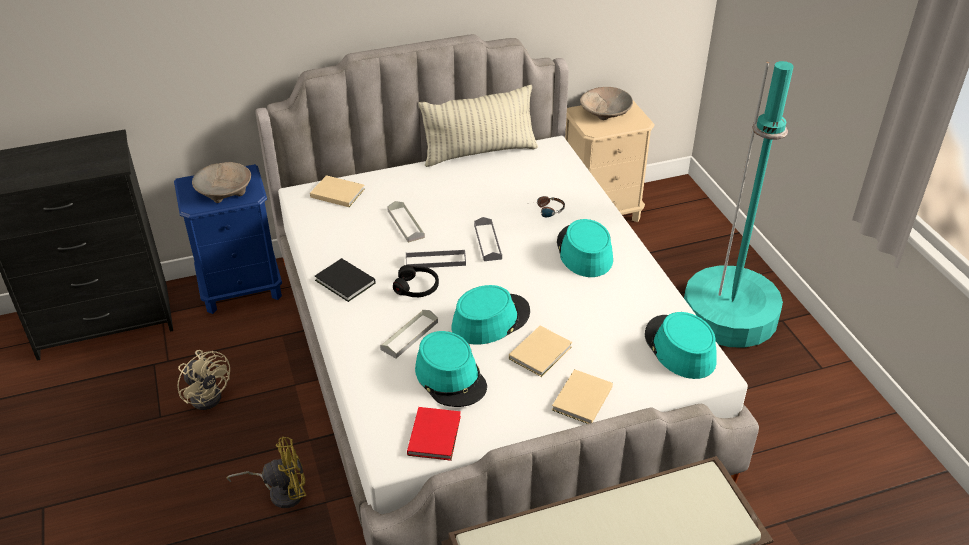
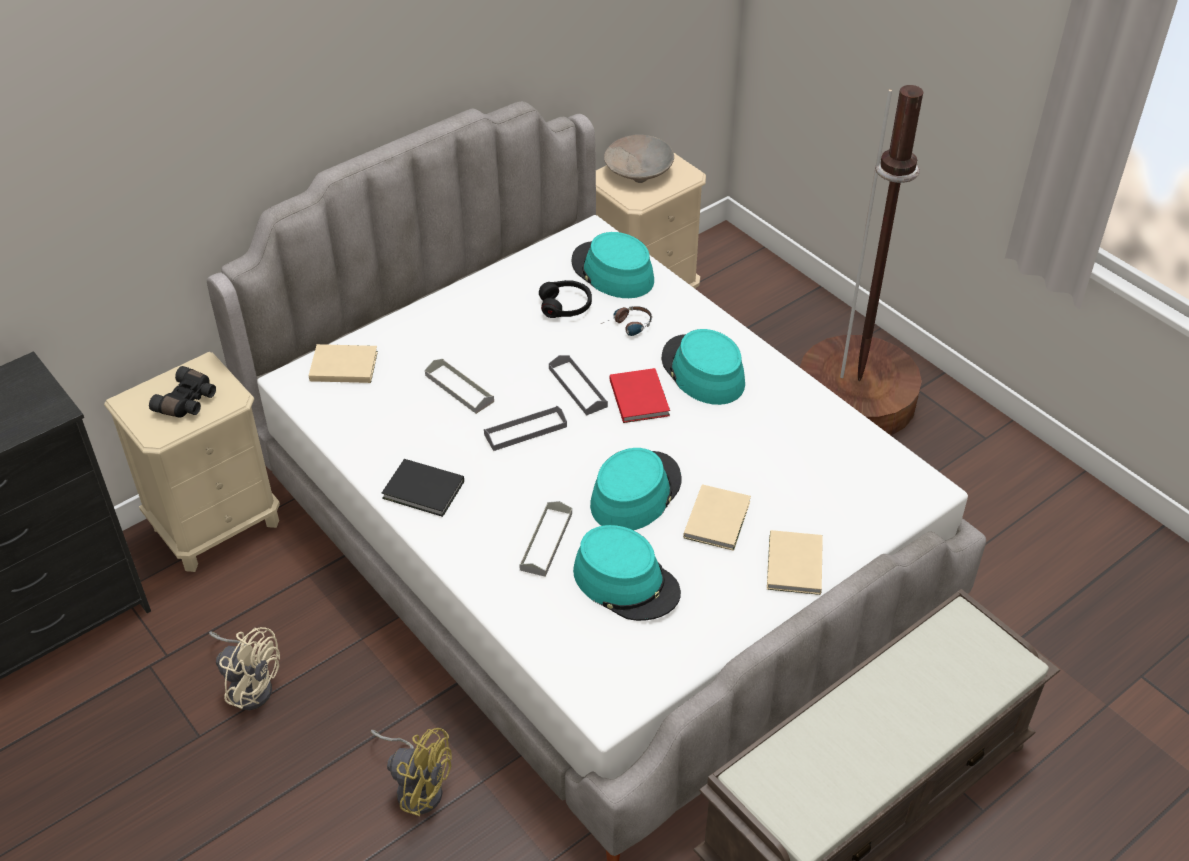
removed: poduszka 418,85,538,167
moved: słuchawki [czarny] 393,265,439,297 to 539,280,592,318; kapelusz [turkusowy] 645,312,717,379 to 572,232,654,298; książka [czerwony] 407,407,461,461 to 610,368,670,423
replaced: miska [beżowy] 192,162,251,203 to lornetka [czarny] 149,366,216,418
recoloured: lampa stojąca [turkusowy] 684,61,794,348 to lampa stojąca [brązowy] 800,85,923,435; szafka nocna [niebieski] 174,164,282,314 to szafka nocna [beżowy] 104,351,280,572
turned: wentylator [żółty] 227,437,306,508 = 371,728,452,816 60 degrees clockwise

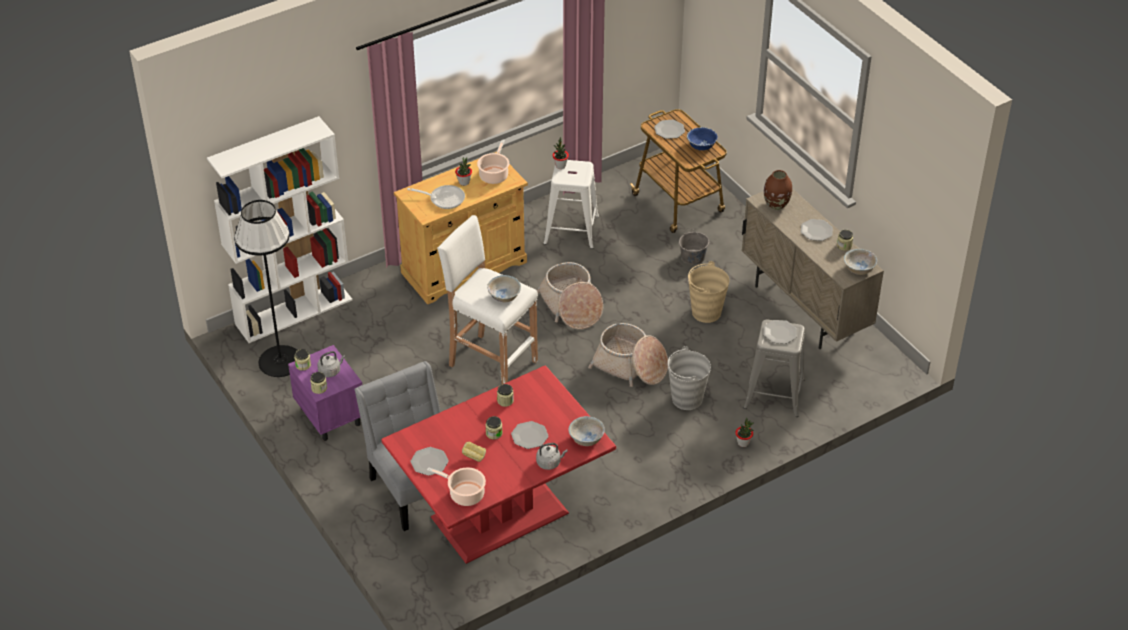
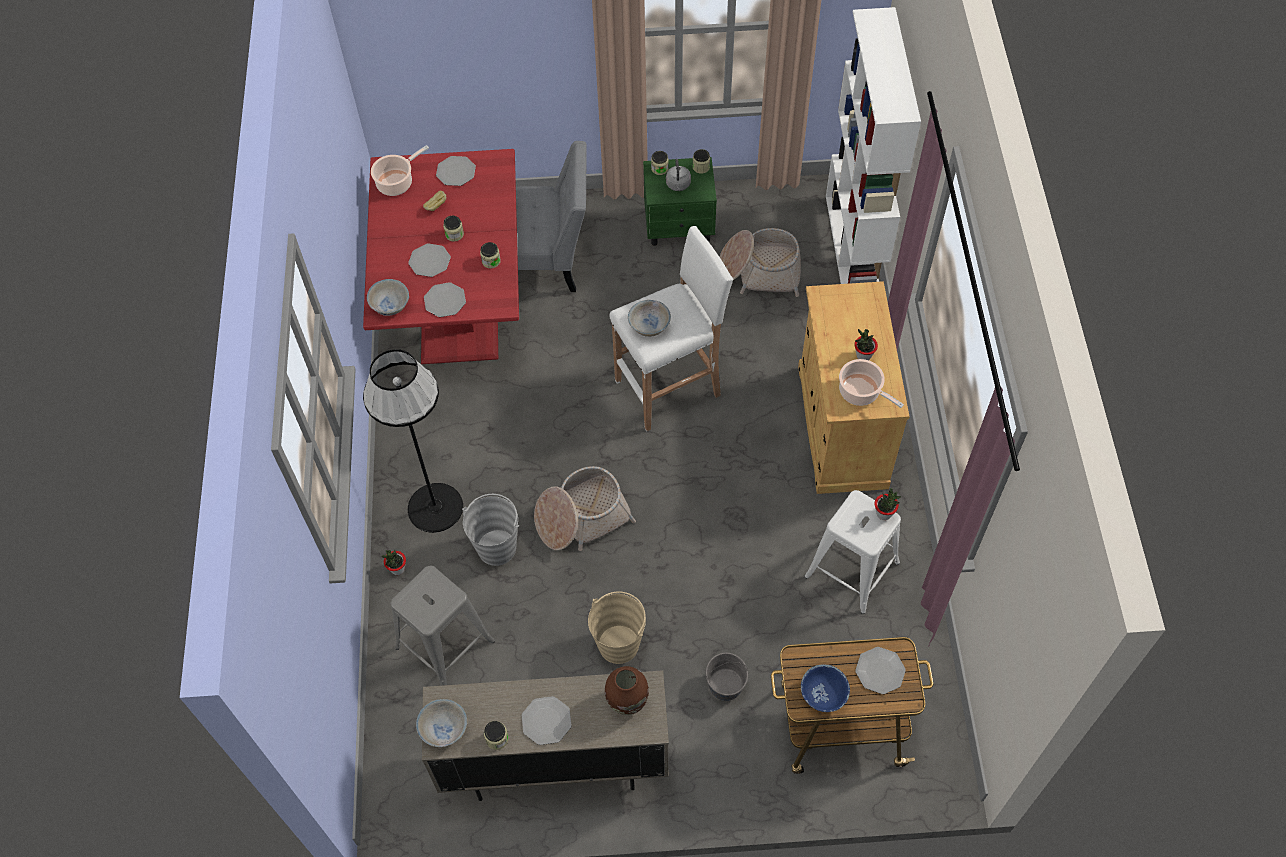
removed: patelnia 407,185,465,209; czajnik [szary] 536,443,568,470
moved: lampa stojąca [czarny] 234,200,297,377 to 363,349,463,533; koszyk 537,262,603,329 to 720,228,801,297; talerz 764,320,797,344 to 424,282,466,317
recoloured: szafka nocna [fioletowy] 288,345,362,441 to szafka nocna [zielony] 643,157,717,246

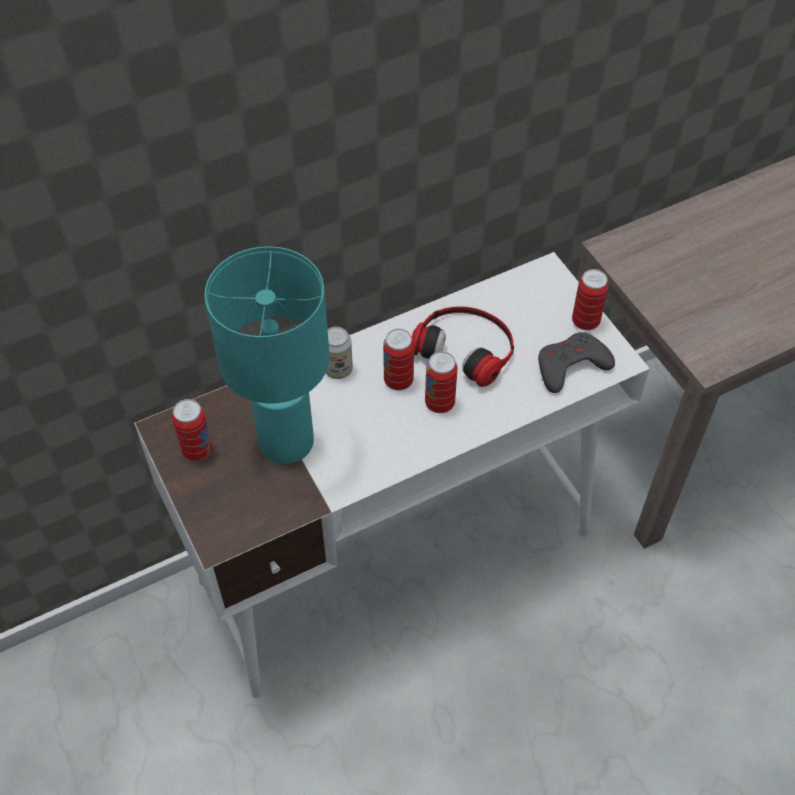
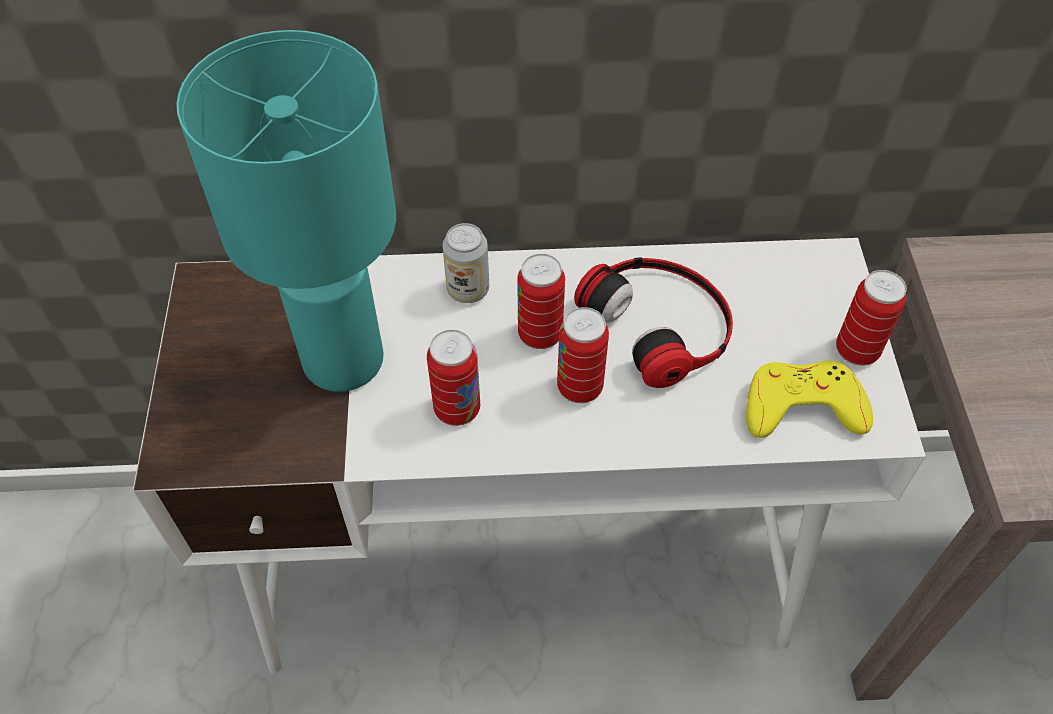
moved: puszka 172,399,212,461 to 427,330,480,426
recoloured: pad do gier [szary] 538,332,615,393 to pad do gier [żółty] 746,361,873,438

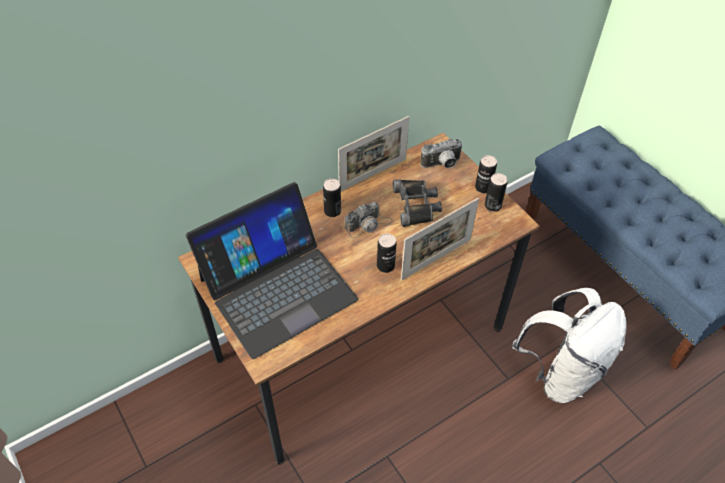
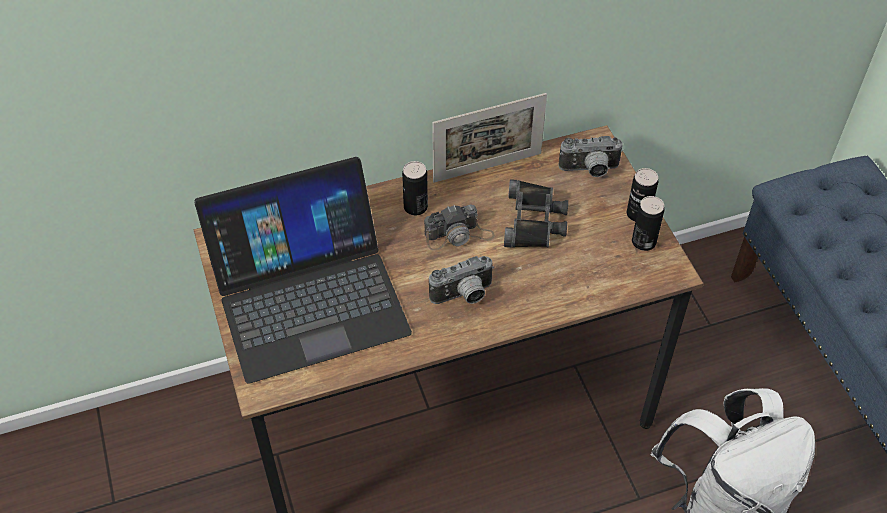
removed: ramka na zdjęcie 401,198,479,280
replaced: puszka 377,233,397,273 to aparat fotograficzny 429,256,495,304

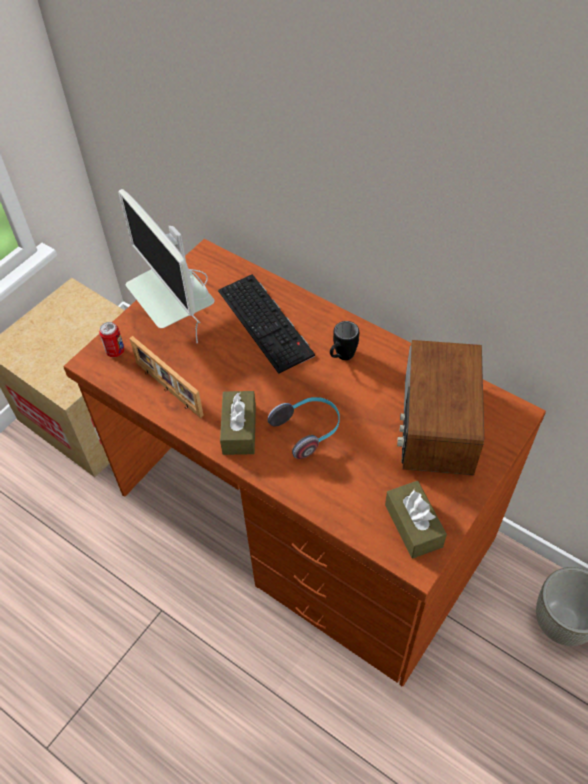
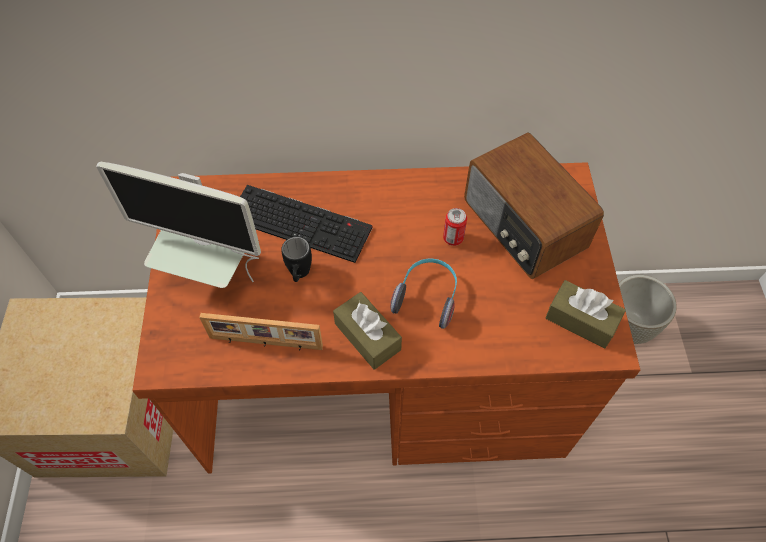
moved: kubek [czarny] 330,321,359,360 to 281,237,312,282; puszka 99,322,125,357 to 443,208,467,246

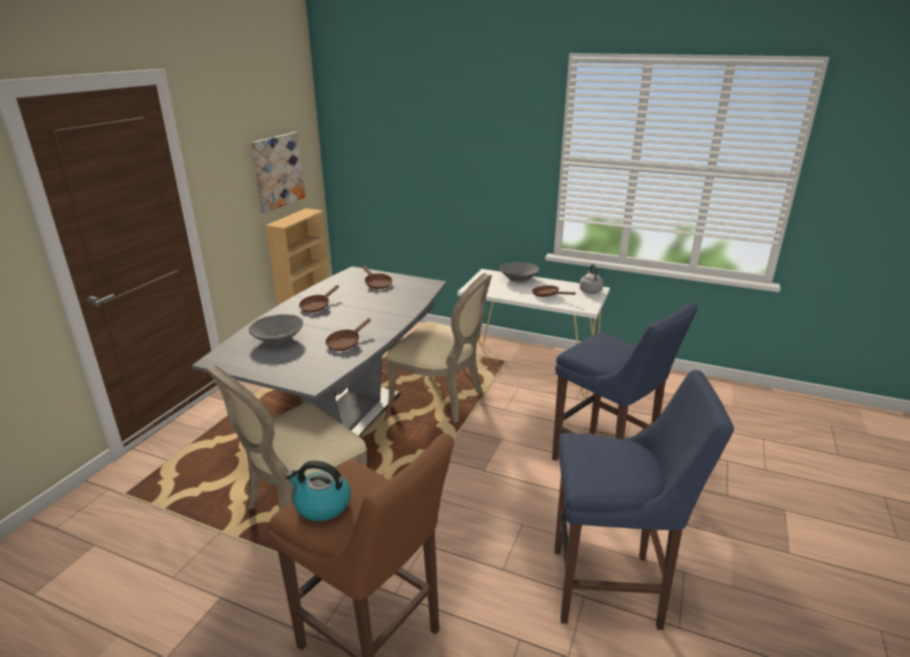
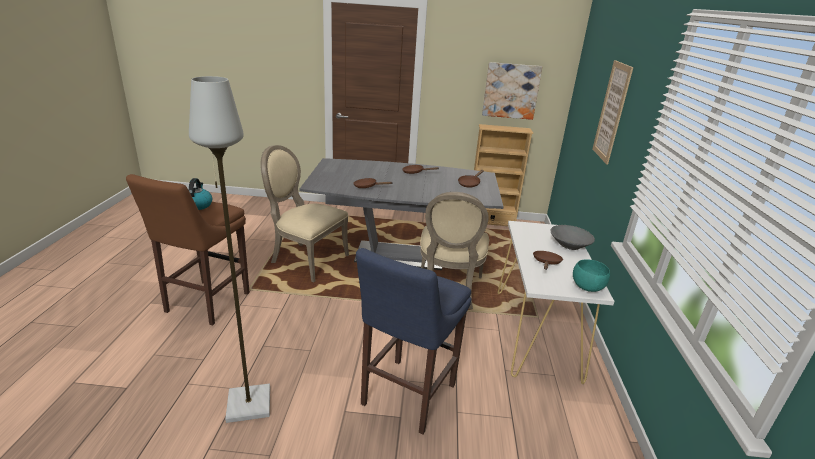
removed: miska [szary] 249,314,303,345
added: obraz 593,60,634,164
replaced: czajnik [szary] 580,264,603,294 to miska [turkusowy] 573,260,610,292; stołek [niebieski] 555,370,734,630 to lampa stojąca [szary] 189,76,270,423

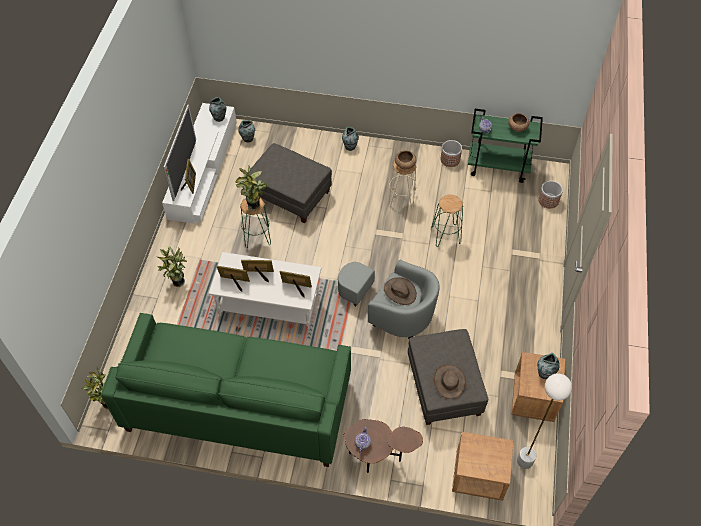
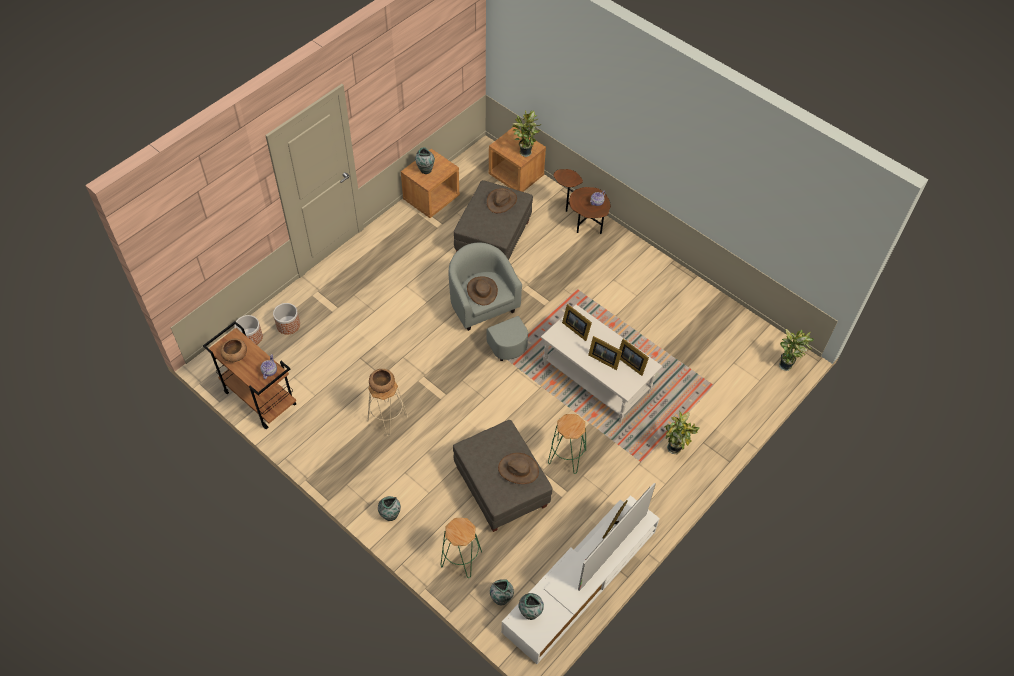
removed: kanapa [zielony] 101,313,351,467; lampa stojąca [biały] 517,373,572,469
added: kapelusz [brązowy] 498,453,539,484
moved: donica 440,140,462,167 to 273,303,300,335; roślina doniczkowa 235,166,267,211 to 512,110,541,157; stołek [zielony] 431,195,463,247 to 441,518,482,578
recoloured: wózek [zielony] 468,109,543,183 to wózek [brązowy] 203,321,296,429

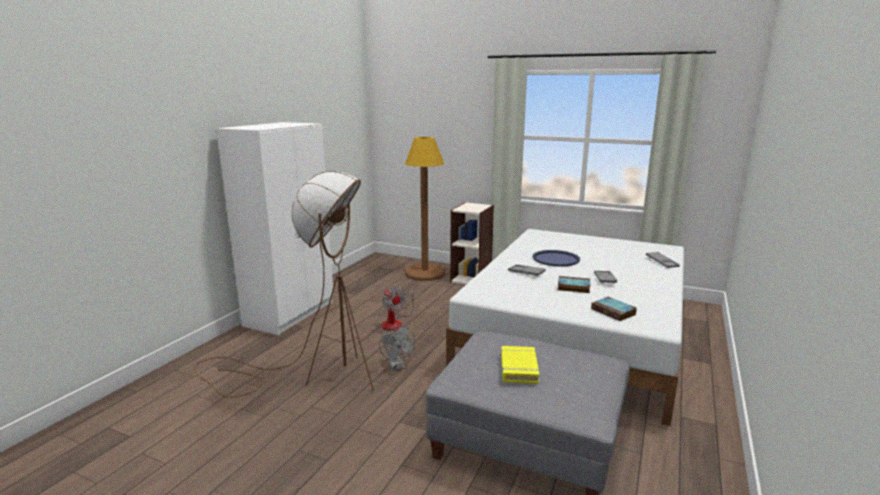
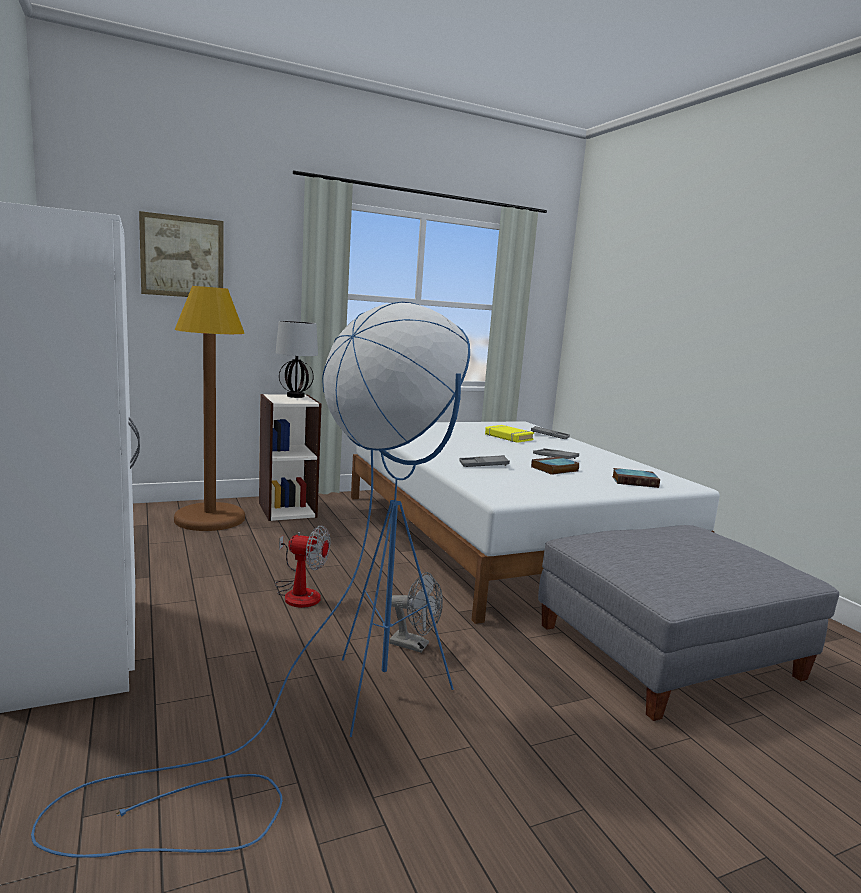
removed: taca [niebieski] 532,250,580,266
added: obraz 139,211,223,297; lampa stołowa 275,321,318,398
moved: książka [żółty] 501,346,540,384 to 485,425,534,443
recoloured: lampa stojąca [brązowy] 194,171,374,398 to lampa stojąca [niebieski] 31,302,470,858

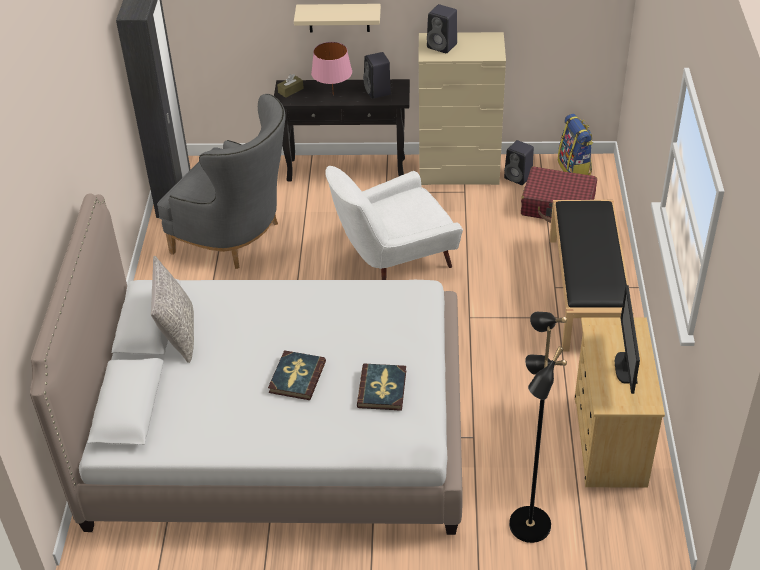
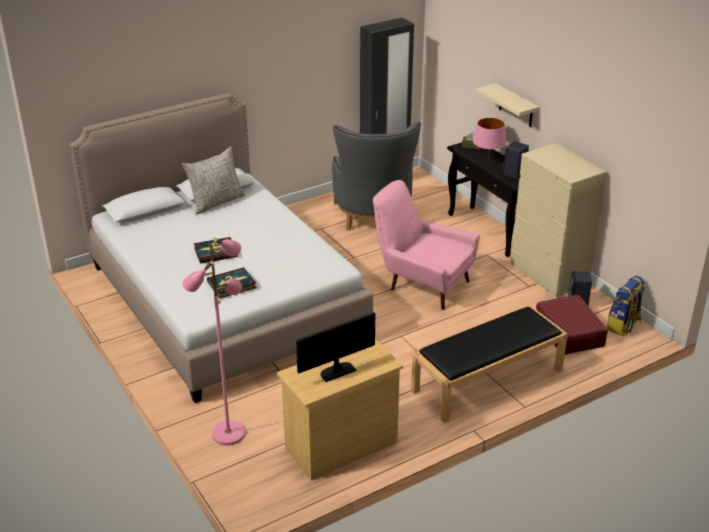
removed: głośnik [czarny] 427,4,457,53
recoloured: fotel [biały] 325,166,463,280 to fotel [różowy] 373,180,480,310; lampa stojąca [czarny] 509,312,567,543 to lampa stojąca [różowy] 182,238,245,445

